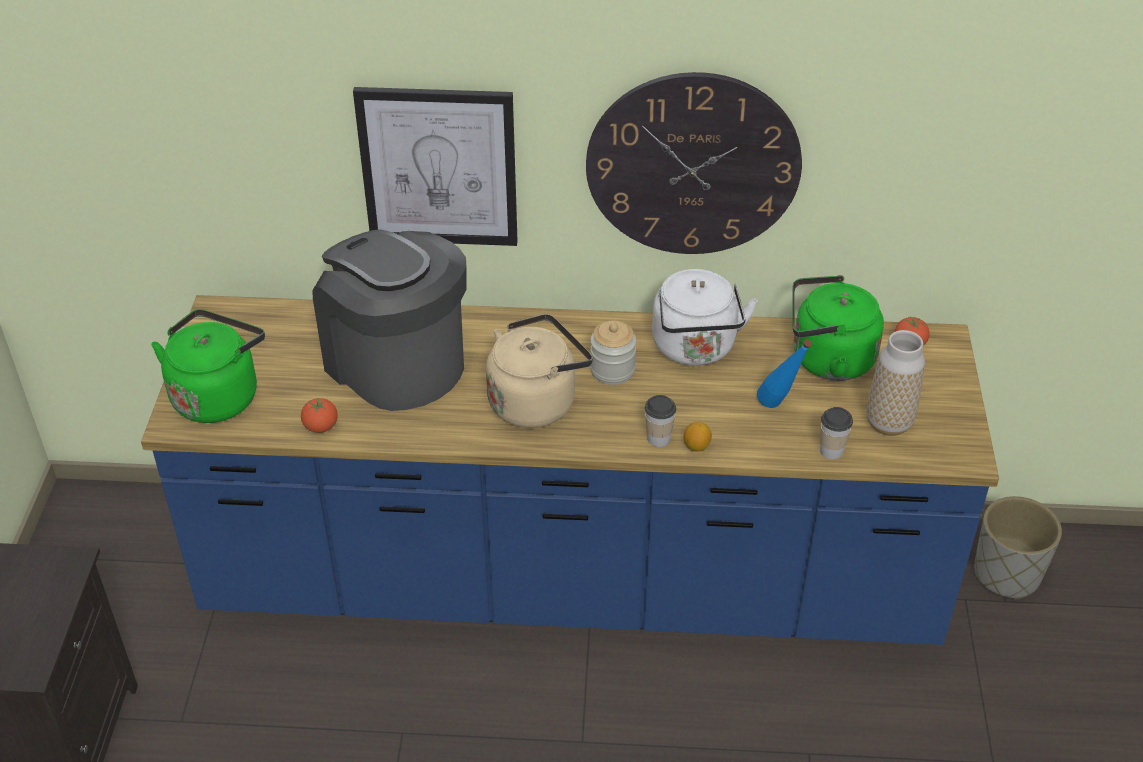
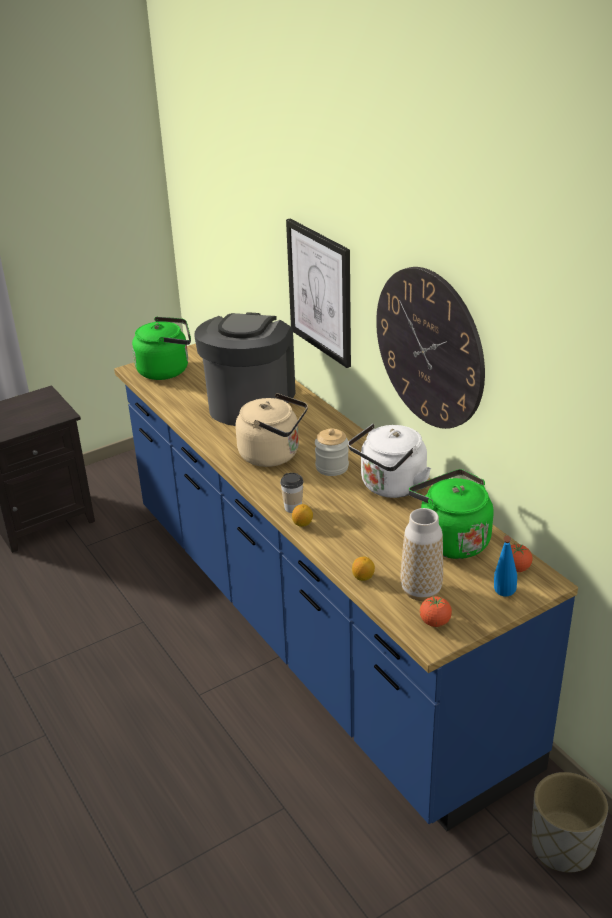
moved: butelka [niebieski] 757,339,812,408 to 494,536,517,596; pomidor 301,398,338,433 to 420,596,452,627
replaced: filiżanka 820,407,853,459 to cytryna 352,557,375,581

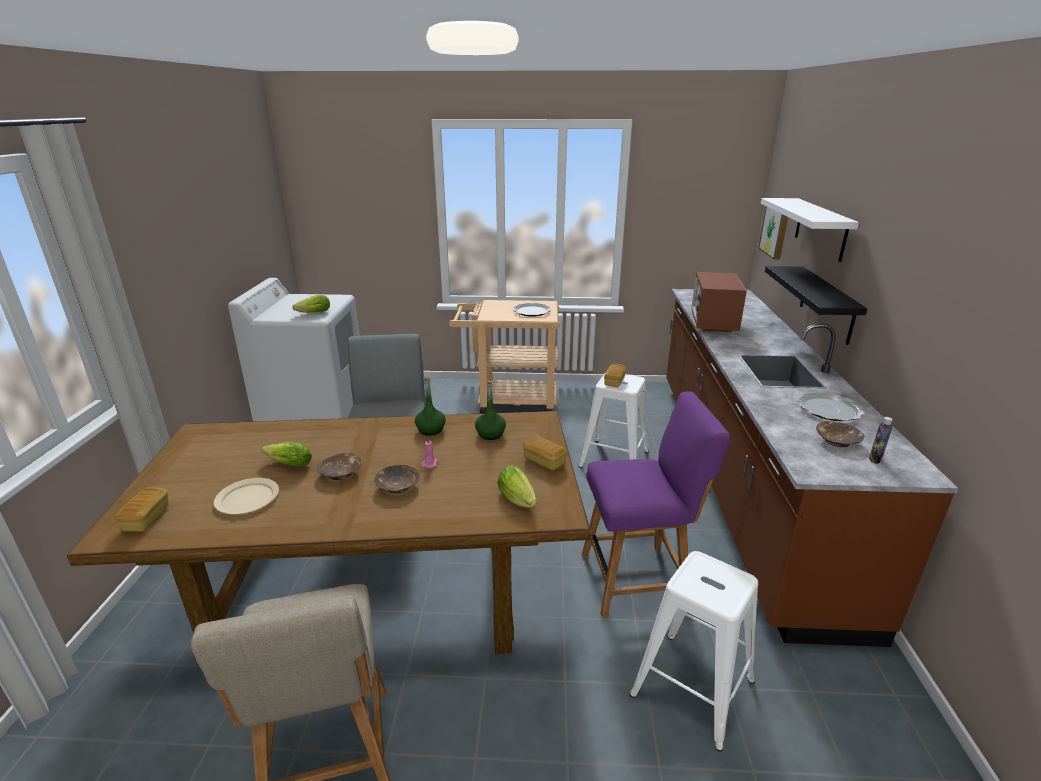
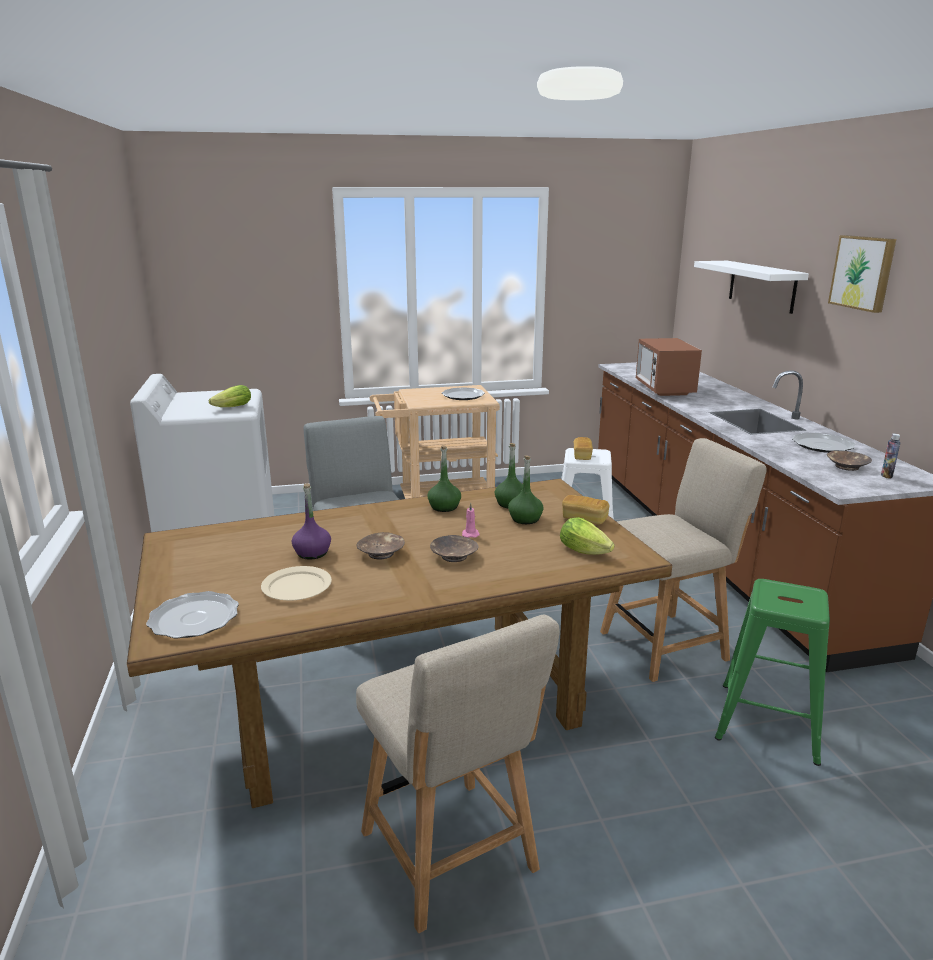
removed: półka [czarny] 765,266,867,345
added: butelka [zielony] 508,455,544,524
moved: obraz 758,207,788,260 to 828,235,896,313
replaced: sałata 261,442,312,467 to butelka [fioletowy] 292,483,331,559; chleb 115,487,169,532 to talerz 146,591,239,638
recoloured: krzesło [fioletowy] 582,392,731,618 to krzesło [beżowy] 600,438,767,682; stołek [biały] 630,551,758,752 to stołek [zielony] 715,579,830,766

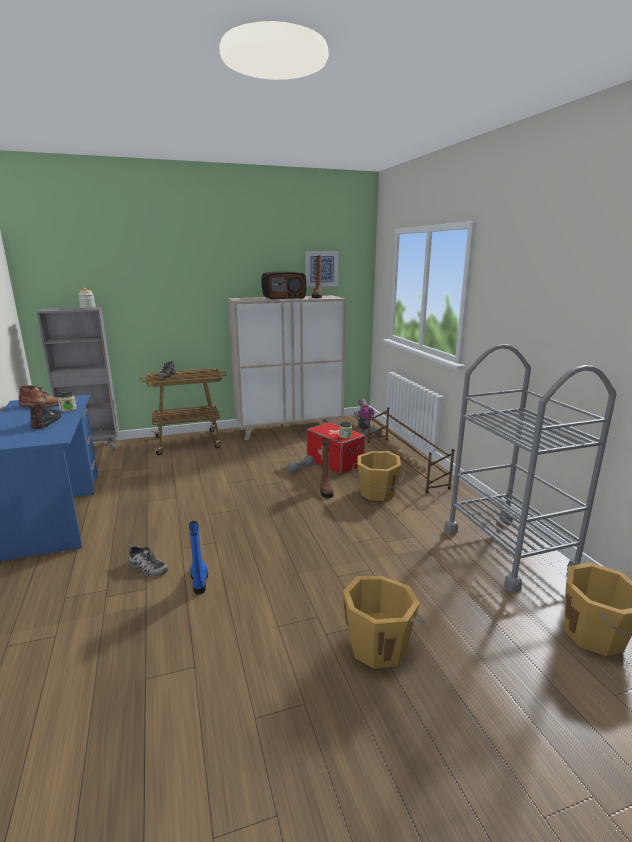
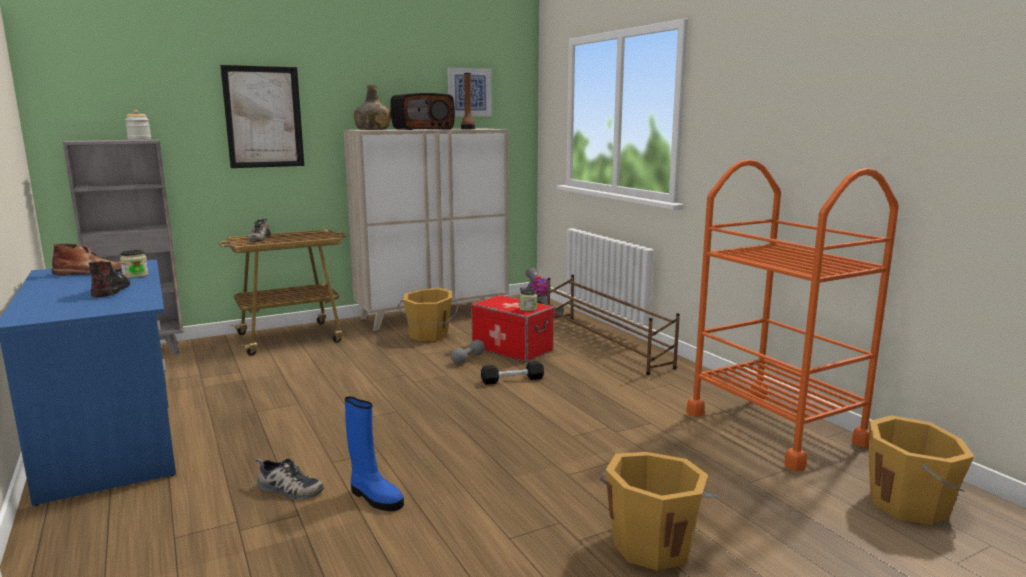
added: obraz 220,65,304,168; butelka [zielony] 354,85,391,130
moved: wiadro [pomarańczowy] 352,451,405,501 to 398,288,458,341
replaced: but z cholewką [brązowy] 320,438,334,498 to hantel [czarny] 481,361,544,385
recoloured: wózek [szary] 444,344,617,592 to wózek [pomarańczowy] 687,159,899,471
turned: but z cholewką [niebieski] 189,521,208,594 = 345,396,404,511 150 degrees clockwise

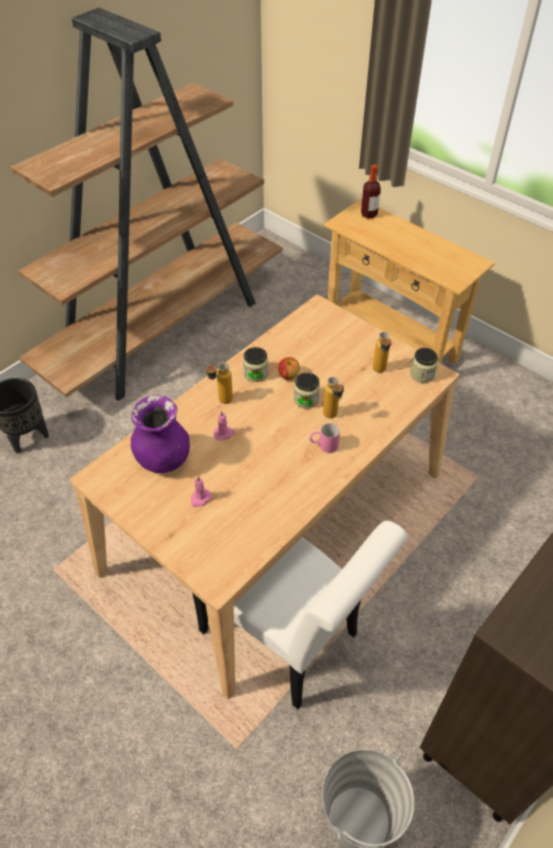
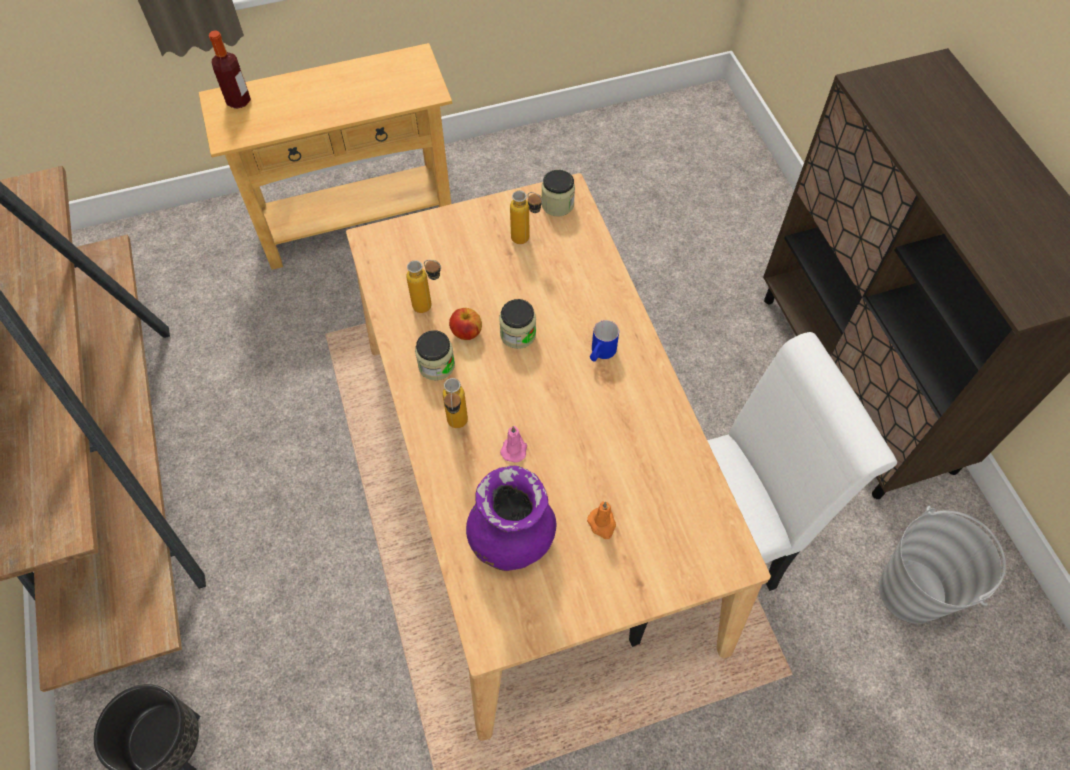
moved: butelka 323,377,344,418 to 406,260,441,313
recoloured: kubek [różowy] 310,423,340,453 to kubek [niebieski] 590,320,619,362; świeca [różowy] 191,476,212,507 to świeca [pomarańczowy] 587,502,616,539

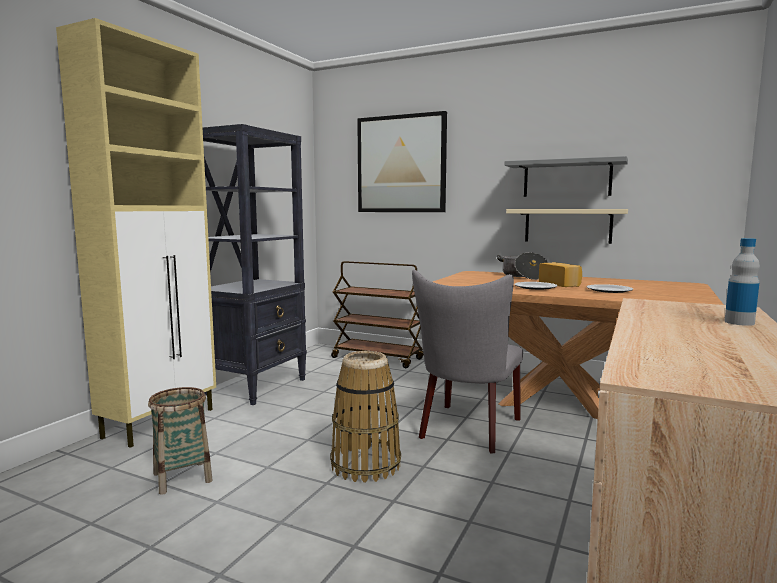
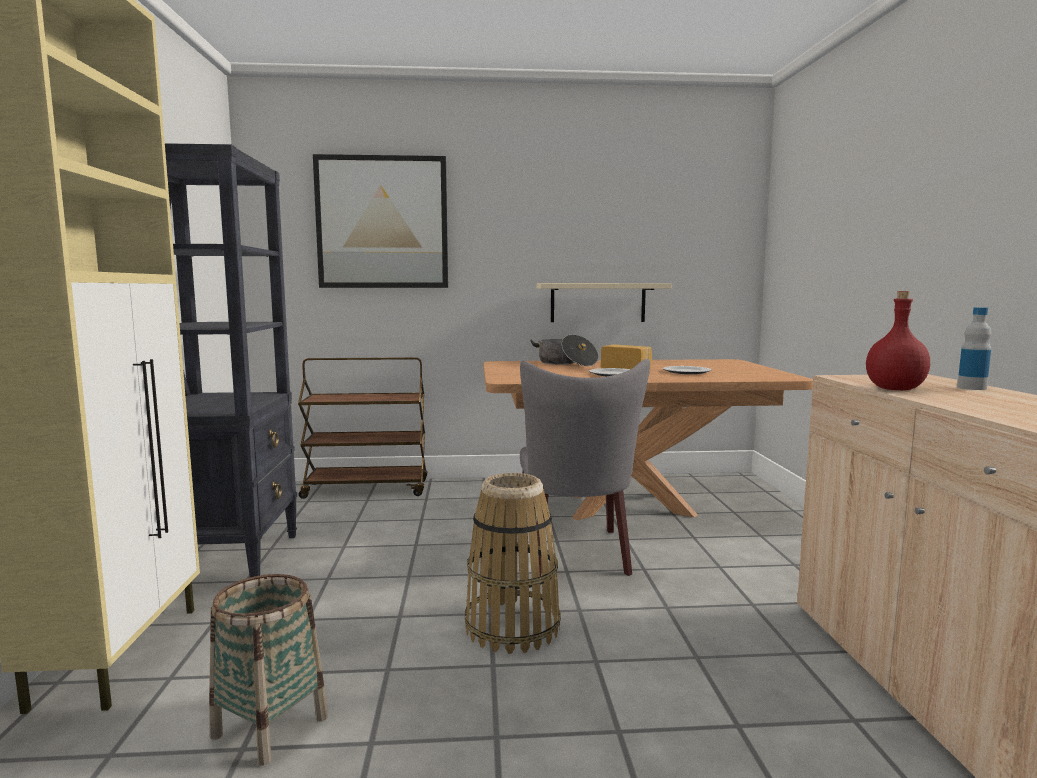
removed: półka [szary] 505,156,628,197
added: butelka [czerwony] 866,291,930,390

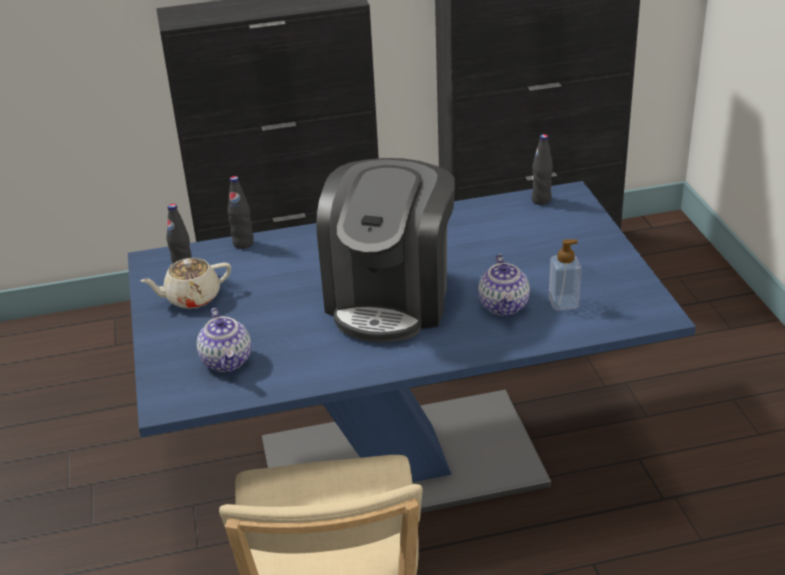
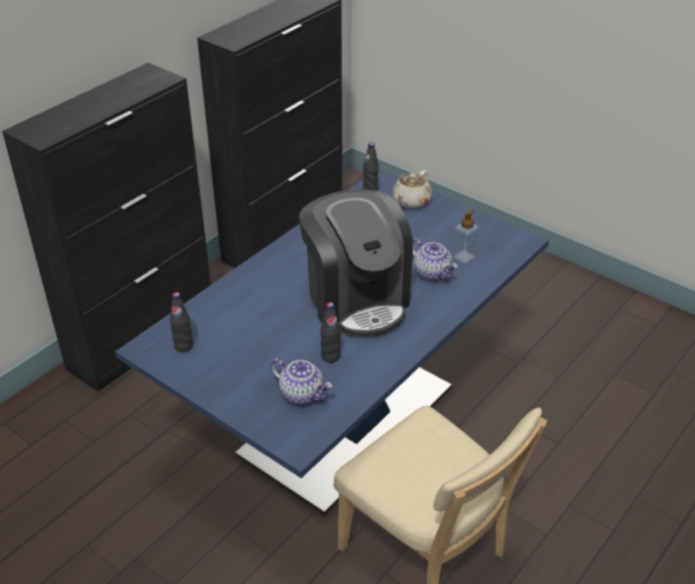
moved: butelka [czarny] 228,176,254,249 to 320,302,341,363; imbryk [beżowy] 140,258,231,309 to 392,170,432,208

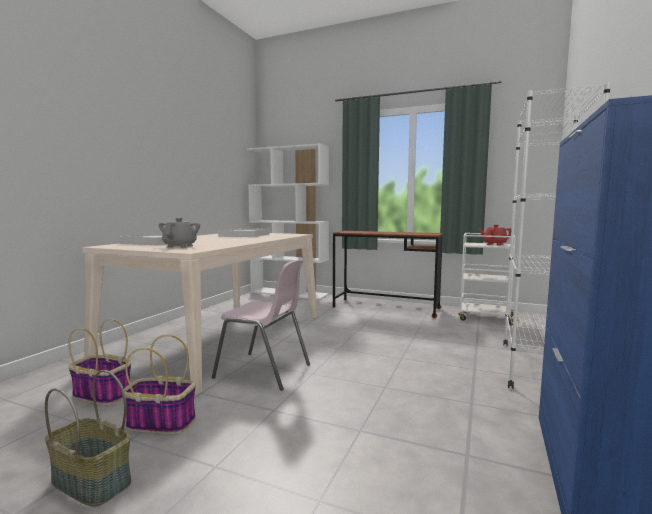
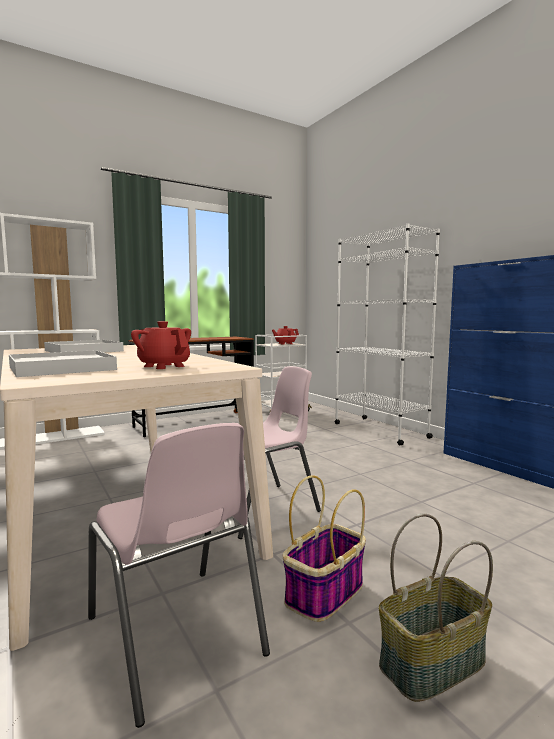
replaced: koszyk 68,318,131,405 to krzesło [różowy] 88,423,270,728
recoloured: imbryk [szary] 159,218,200,248 to imbryk [czerwony] 131,321,191,369

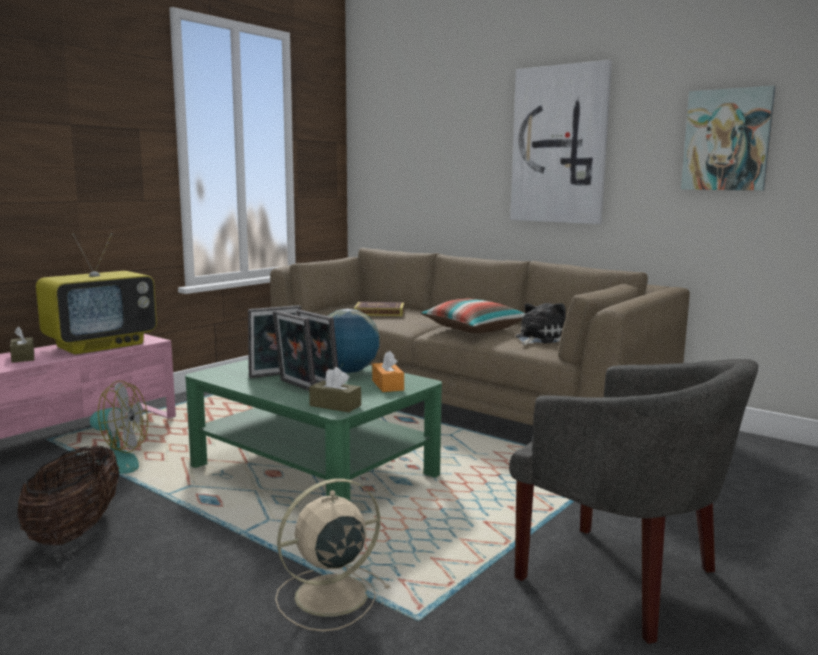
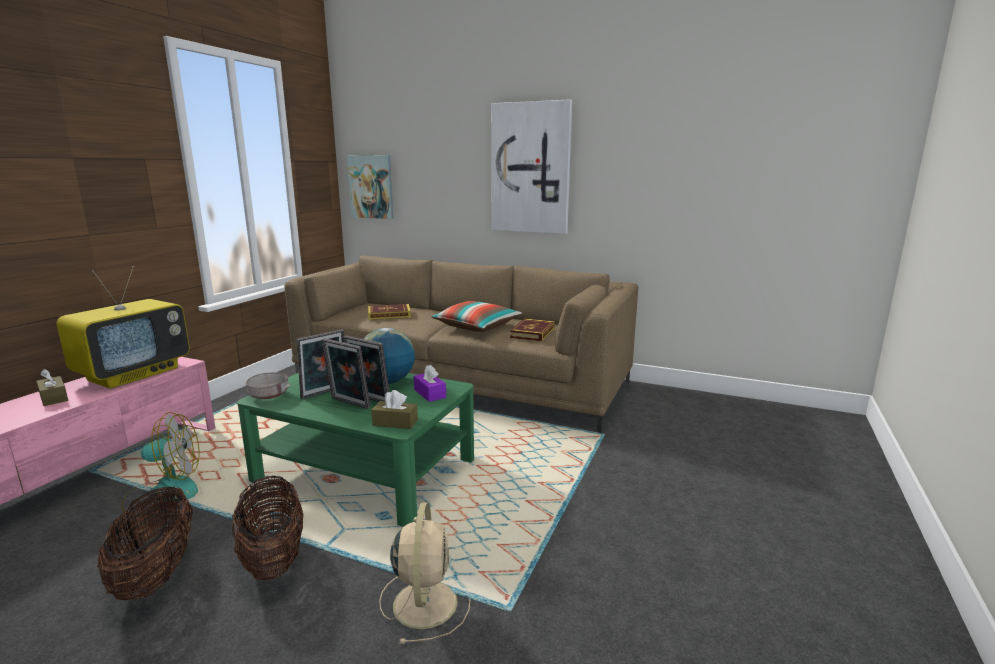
removed: fotel [szary] 509,359,758,644
added: miska [szary] 246,372,290,399; koszyk 232,475,303,580
moved: obraz 681,86,776,191 to 347,155,393,219
replaced: pluszak 516,303,566,345 to książka 510,319,555,341
recoloured: pudełko chusteczek [pomarańczowy] 372,351,404,392 to pudełko chusteczek [fioletowy] 414,365,446,402
turned: wentylator [beżowy] 275,479,391,632 = 379,502,470,644 135 degrees clockwise

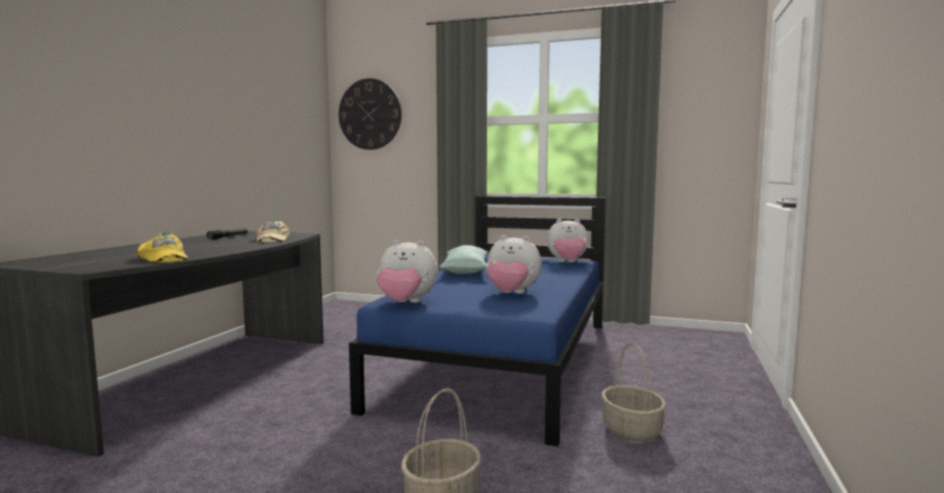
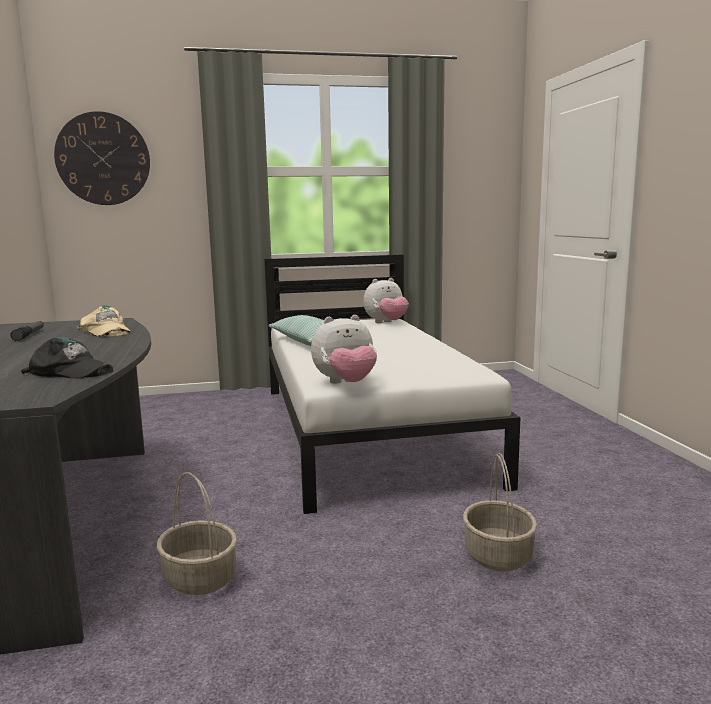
removed: pluszak 486,235,541,294
moved: koszyk 602,343,666,441 to 157,472,237,595
recoloured: łóżko [niebieski] 349,196,606,447 to łóżko [biały] 264,255,520,514; czapka z daszkiem [żółty] 136,233,188,262 to czapka z daszkiem [czarny] 21,337,113,379

